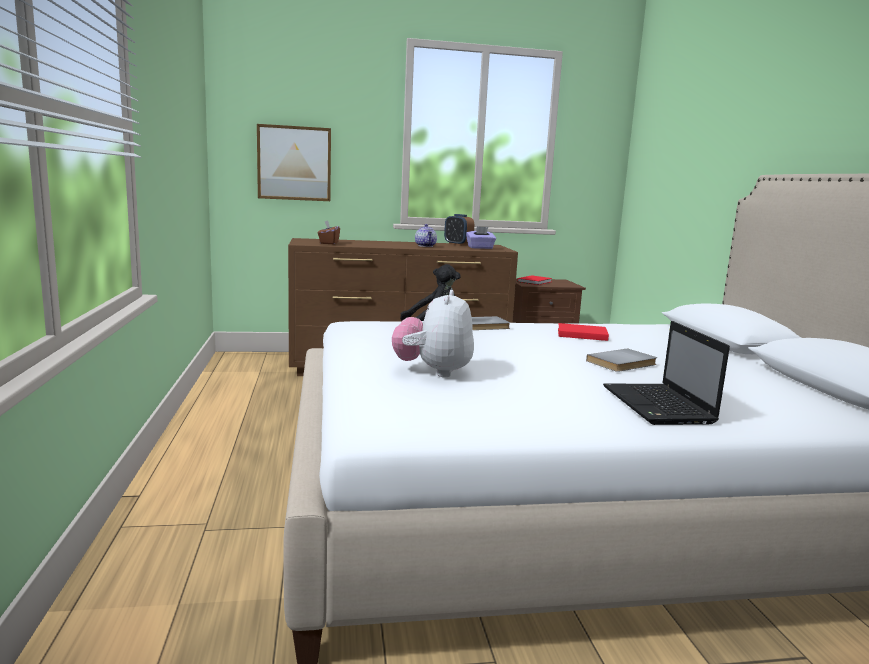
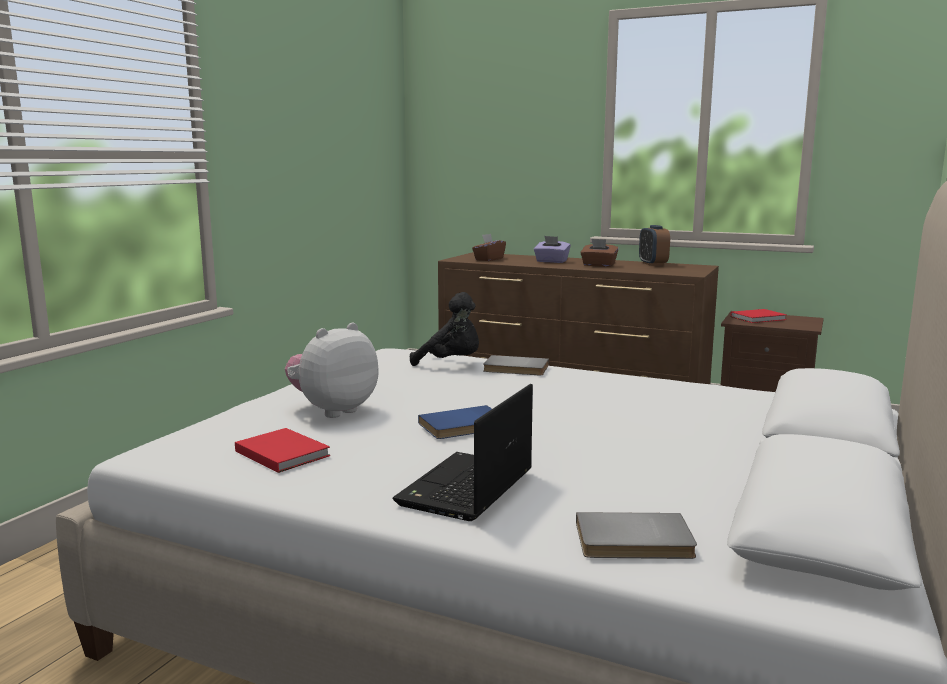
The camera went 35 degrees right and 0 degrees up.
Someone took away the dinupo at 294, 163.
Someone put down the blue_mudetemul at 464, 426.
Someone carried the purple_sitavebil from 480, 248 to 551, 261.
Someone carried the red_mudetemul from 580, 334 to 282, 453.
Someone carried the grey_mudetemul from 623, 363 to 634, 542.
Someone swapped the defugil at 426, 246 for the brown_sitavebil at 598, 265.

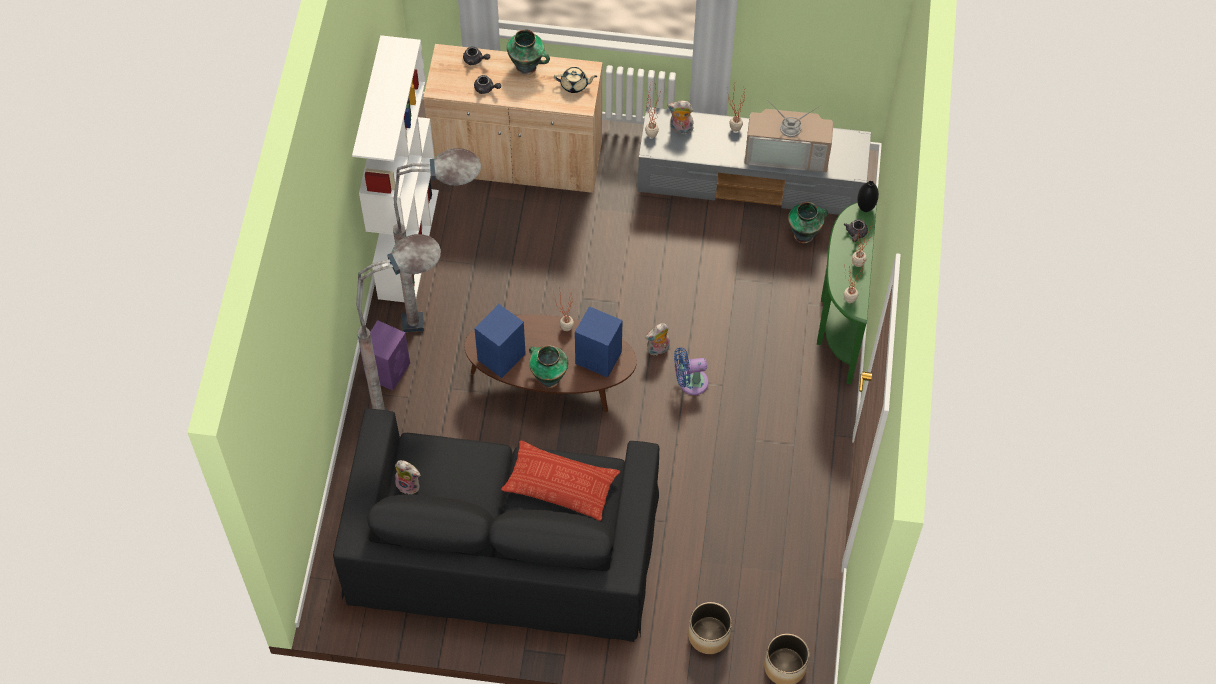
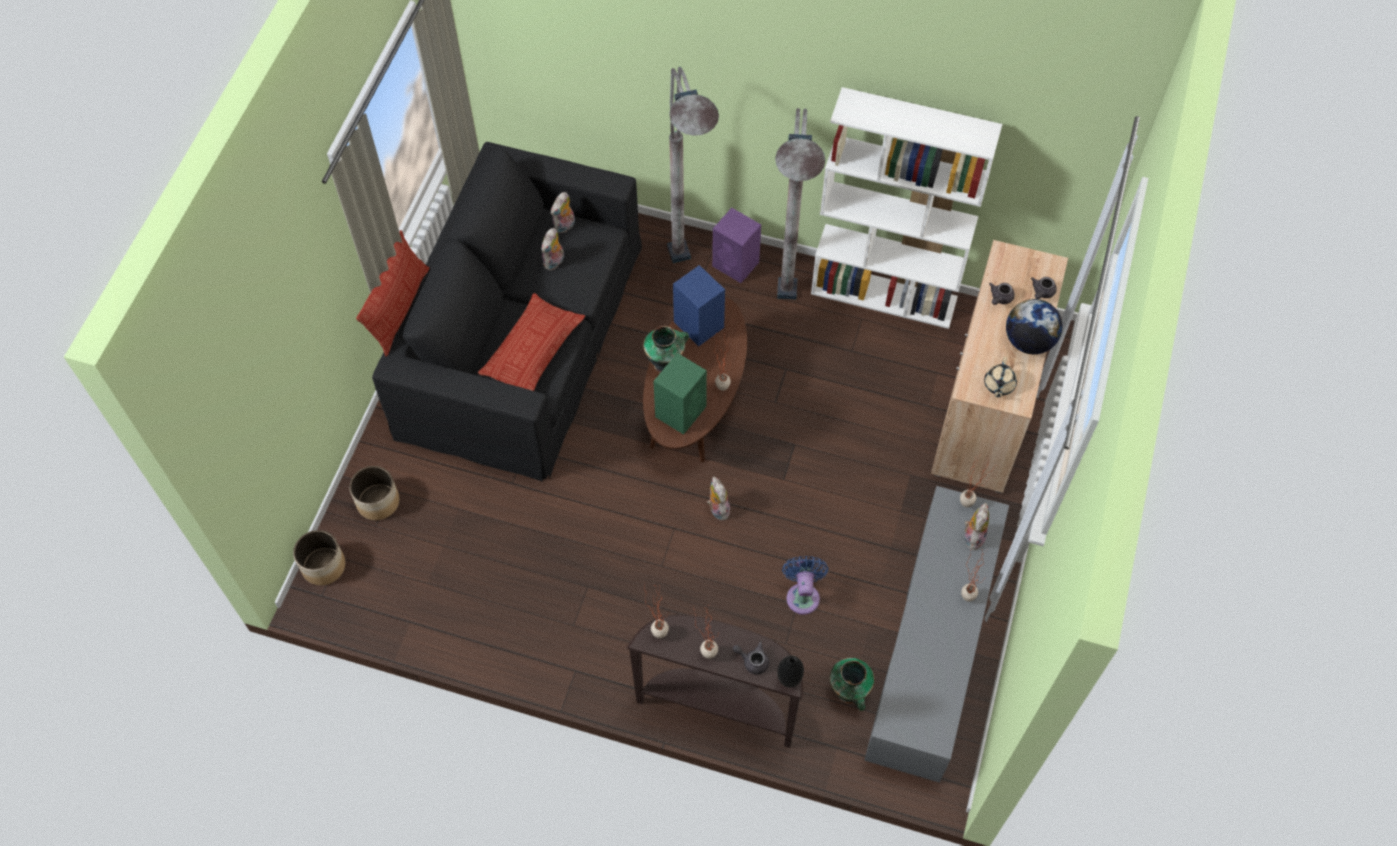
The camera went 100 degrees right and 0 degrees up.
Someone took away the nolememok at 787, 152.
Someone put down the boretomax at 400, 309.
Someone put down the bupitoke at 554, 262.
Someone carried the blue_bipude from 690, 382 to 803, 595.
Someone swapped the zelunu at 527, 67 for the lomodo at 1028, 341.
Someone repainted the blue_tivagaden at 597, 357, which became the green_tivagaden at 681, 411.
Someone repainted the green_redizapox at 838, 324, which became the brown_redizapox at 718, 705.

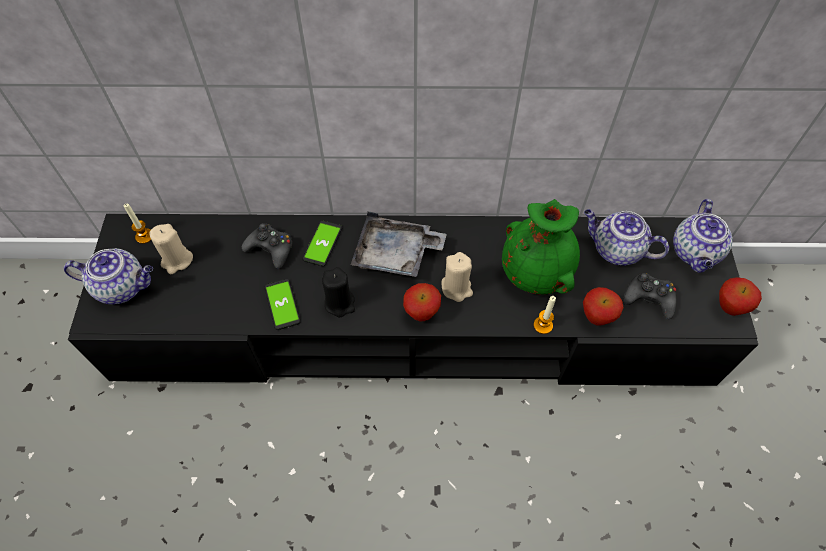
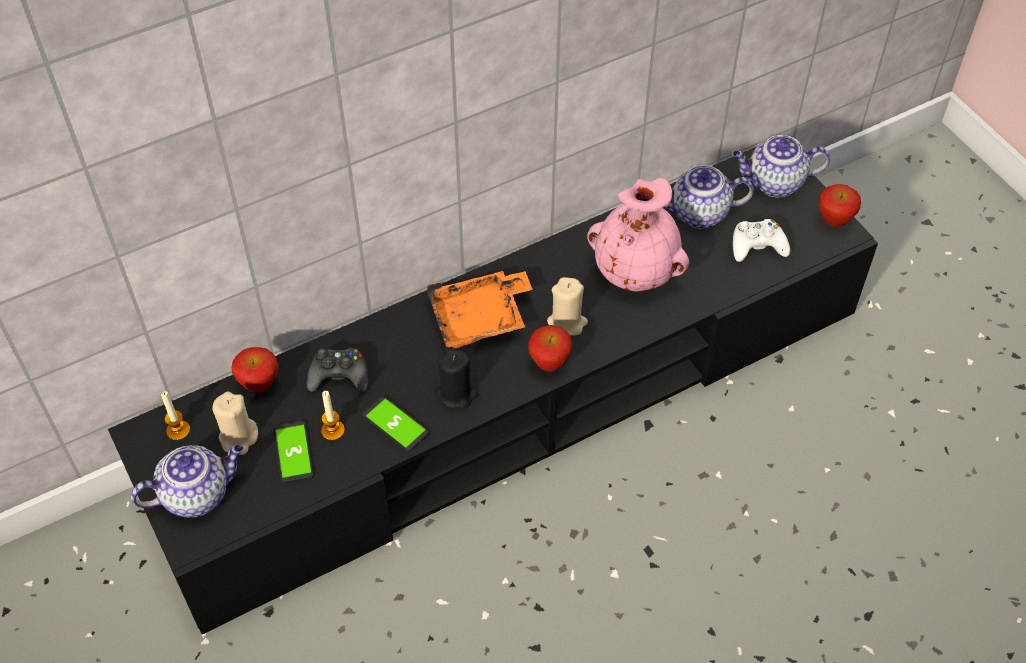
The camera went 30 degrees left and 5 degrees down.
Someone carried the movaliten from 322, 243 to 293, 452.
Someone carried the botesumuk from 543, 325 to 333, 430.
Someone carried the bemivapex from 596, 318 to 259, 385.
Someone repainted the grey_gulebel at 395, 254, which became the orange_gulebel at 480, 318.
Someone repainted the green_zelunu at 536, 273, which became the pink_zelunu at 636, 271.
Someone repainted the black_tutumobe at 648, 298, which became the white_tutumobe at 757, 246.
Someone rotated the defugil at 695, 253 by 105 degrees clockwise.

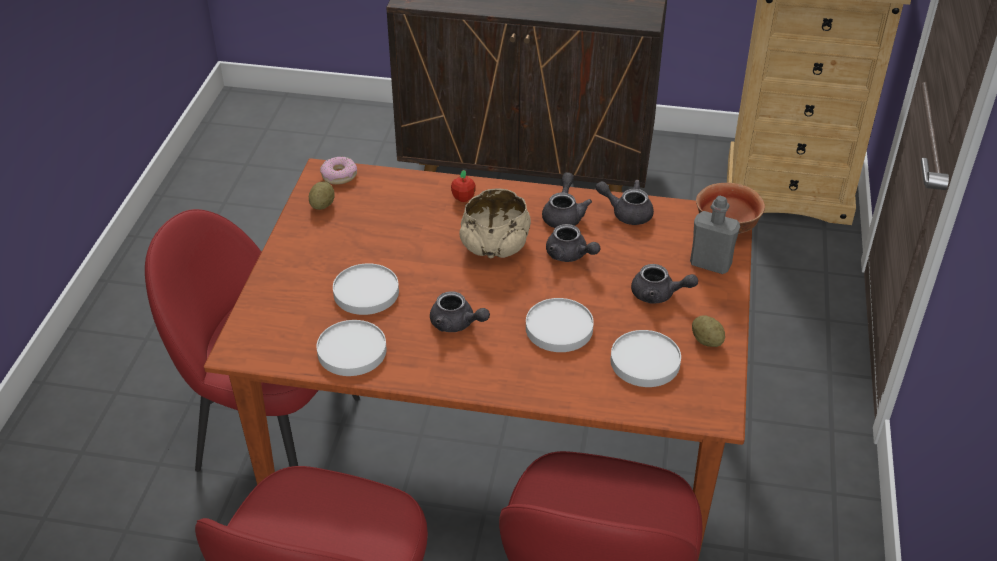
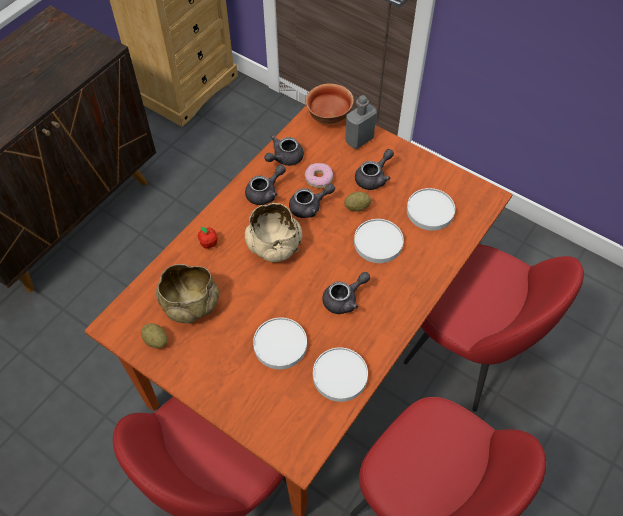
The camera went 65 degrees left and 15 degrees up.
Someone put down the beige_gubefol at 190, 304.
Someone carried the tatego from 339, 175 to 319, 178.
Someone carried the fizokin from 706, 341 to 357, 207.
Someone rotated the grey_defugil at 564, 215 by 105 degrees clockwise.

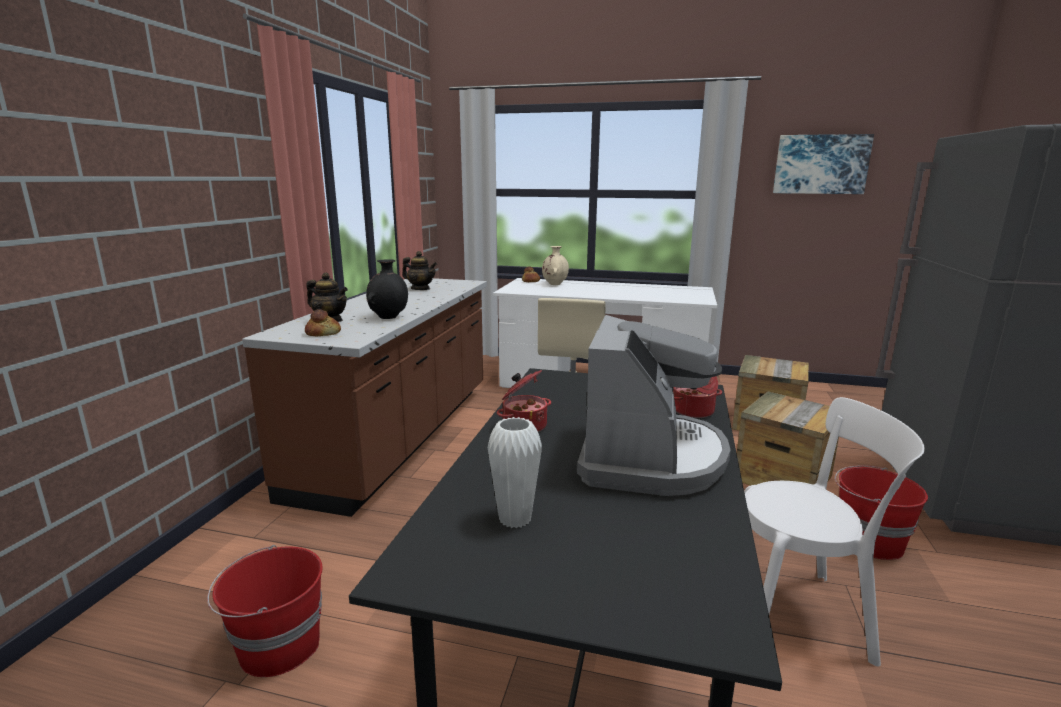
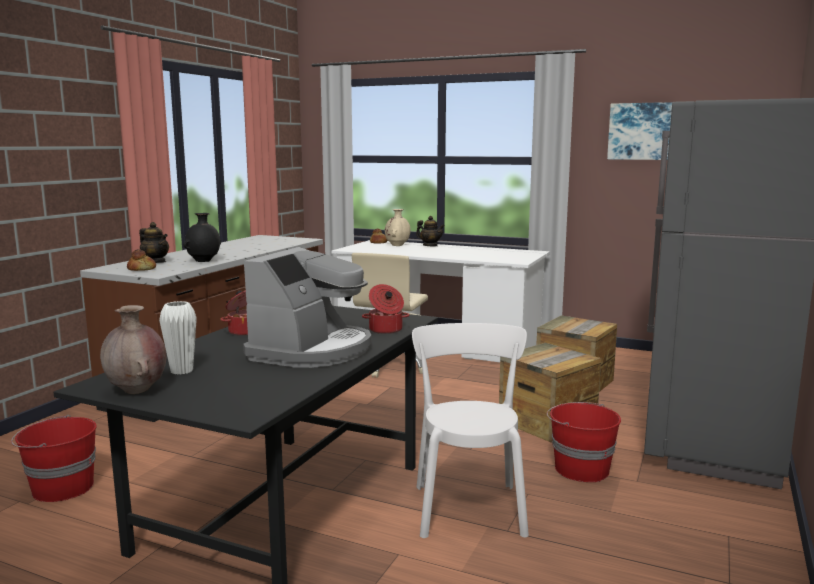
The camera went 10 degrees right and 5 degrees down.
Someone put down the brown_zelunu at 137, 391.
Someone carried the defugil from 420, 289 to 430, 246.
Someone rotated the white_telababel at 799, 613 by 105 degrees counterclockwise.

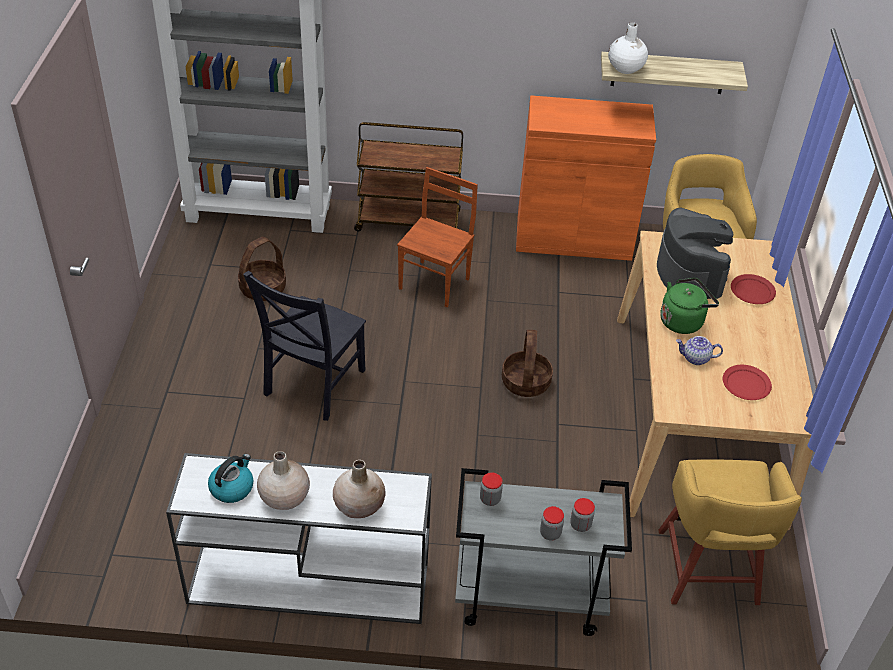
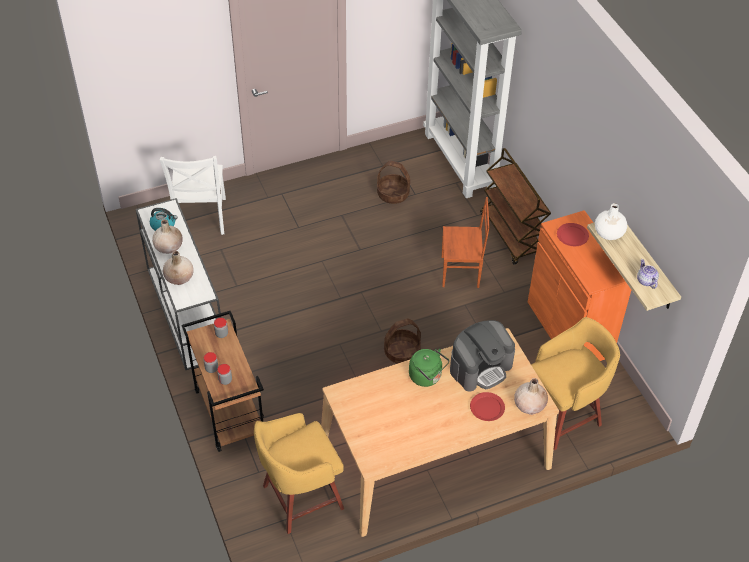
The camera went 65 degrees right and 5 degrees up.
Someone took away the black_telababel at 312, 385.
Someone put down the white_telababel at 200, 218.
Someone put down the beige_zelunu at 529, 405.
Someone carried the defugil from 695, 358 to 646, 280.
Someone carried the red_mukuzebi from 746, 384 to 572, 236.
Someone repainted the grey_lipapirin at 528, 598, which became the brown_lipapirin at 228, 412.

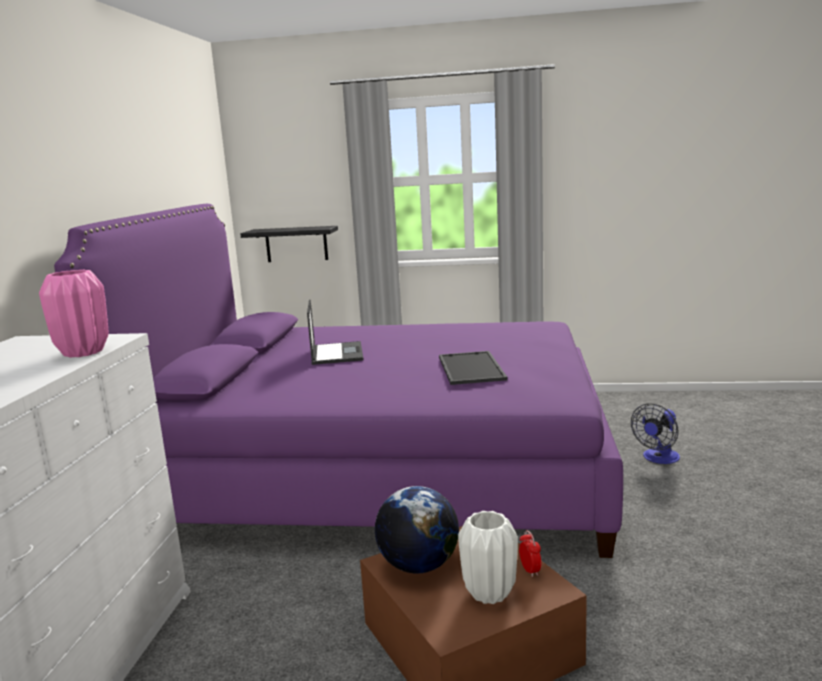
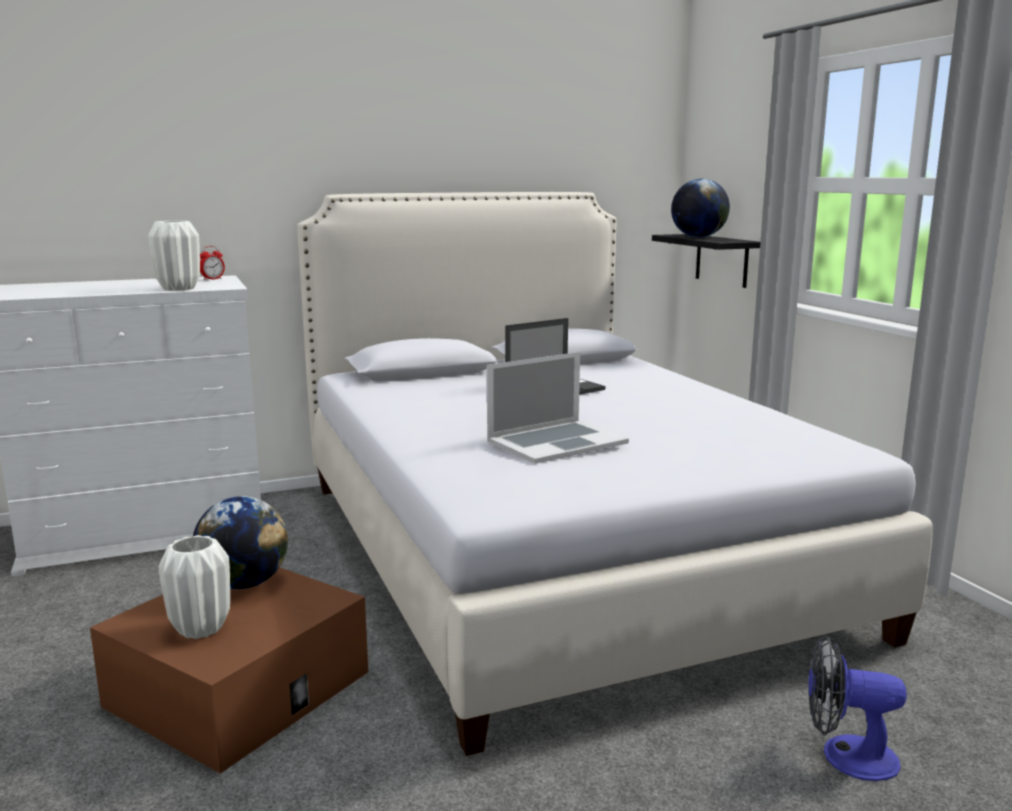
The camera went 60 degrees right and 0 degrees up.
Someone put down the lomodo at 698, 237.
Someone carried the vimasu from 530, 570 to 212, 279.
Someone swapped the gulebel at 469, 368 for the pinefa at 556, 442.
Someone repainted the pink_zelunu at 83, 352, which became the white_zelunu at 179, 288.
Someone repainted the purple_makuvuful at 379, 472, which became the white_makuvuful at 554, 552.

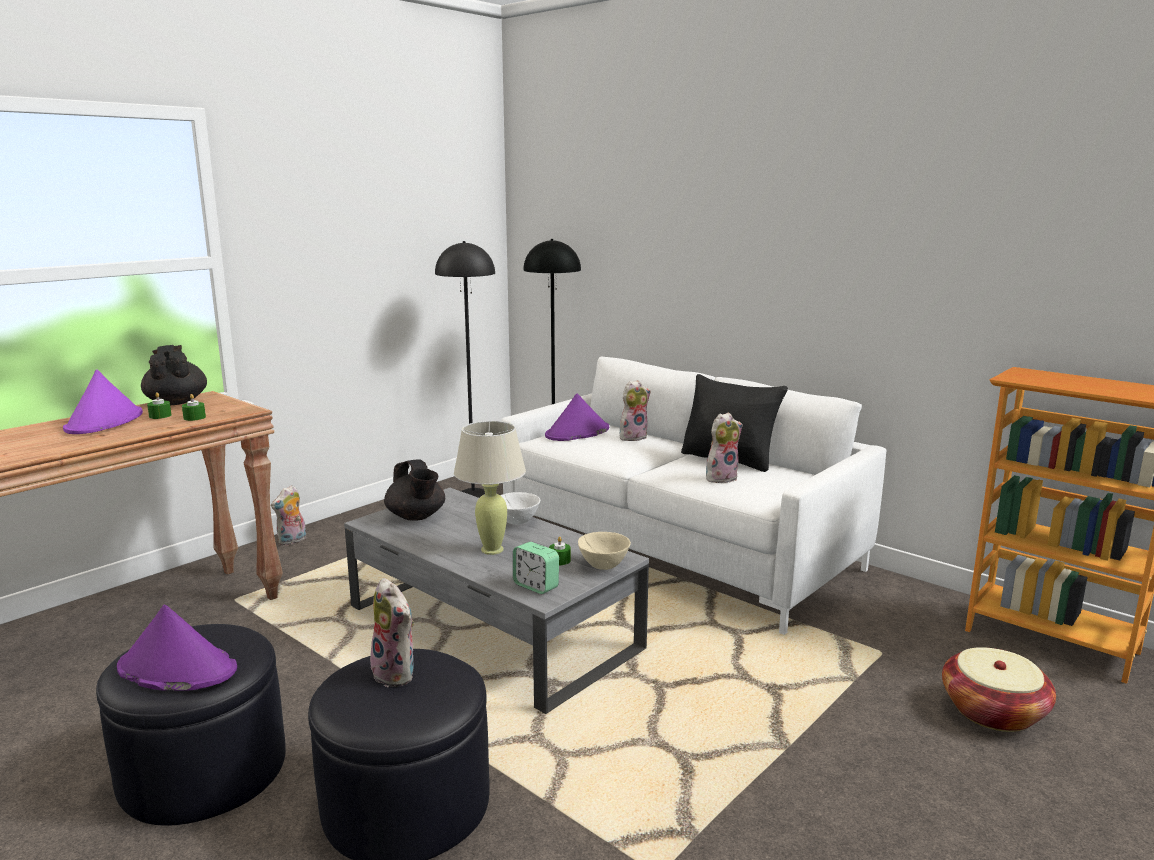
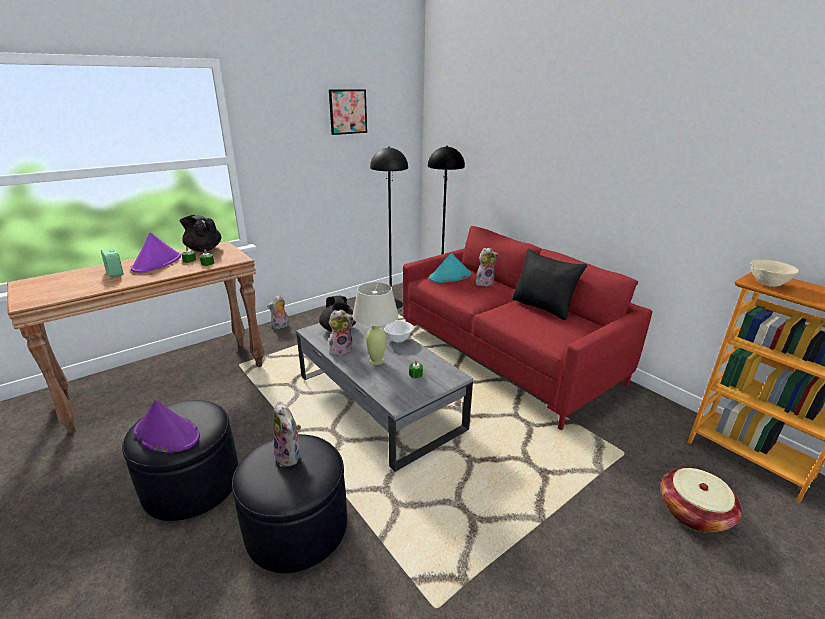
The camera went 10 degrees right and 10 degrees up.
Someone put up the dinupo at 348, 111.
Someone carried the vimasu from 536, 586 to 115, 273.
Someone carried the beige_gubefol from 603, 566 to 767, 284.
Someone carried the bupitoke from 721, 477 to 341, 350.
Someone repainted the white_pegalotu at 678, 550, which became the red_pegalotu at 506, 356.
Someone repainted the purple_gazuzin at 577, 433, which became the turquoise_gazuzin at 450, 276.
Someone rotated the black_defugil at 176, 402 by 45 degrees counterclockwise.

